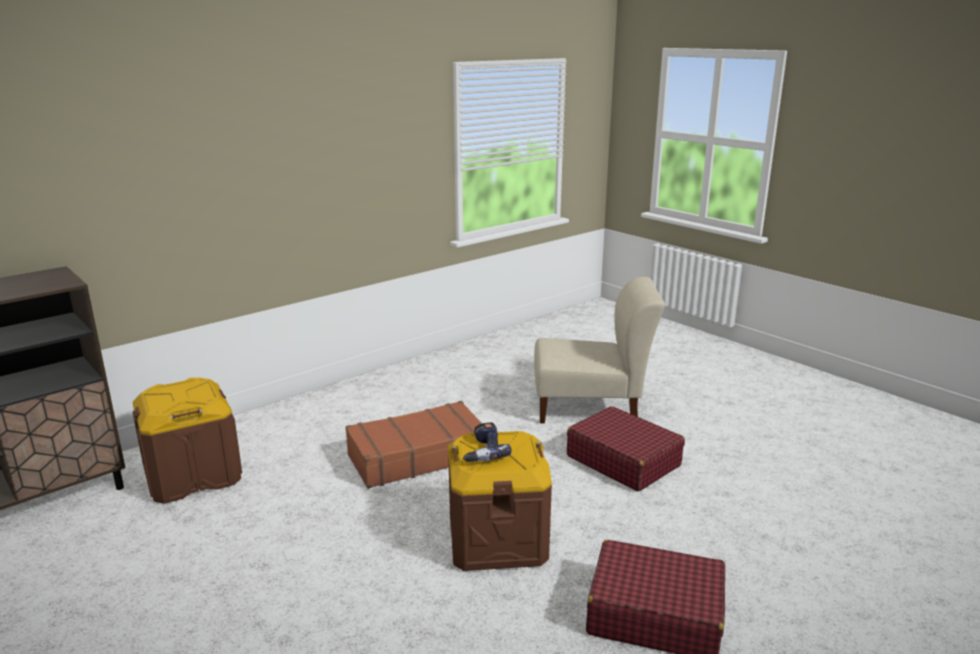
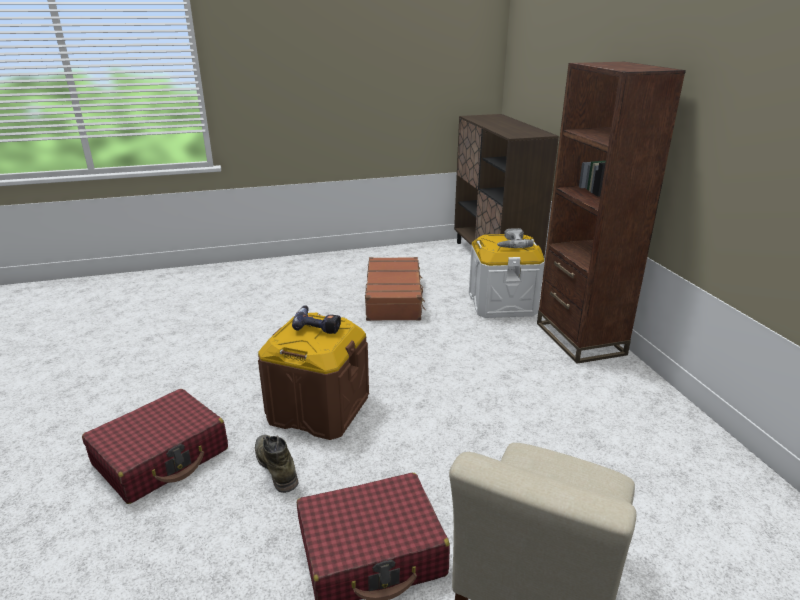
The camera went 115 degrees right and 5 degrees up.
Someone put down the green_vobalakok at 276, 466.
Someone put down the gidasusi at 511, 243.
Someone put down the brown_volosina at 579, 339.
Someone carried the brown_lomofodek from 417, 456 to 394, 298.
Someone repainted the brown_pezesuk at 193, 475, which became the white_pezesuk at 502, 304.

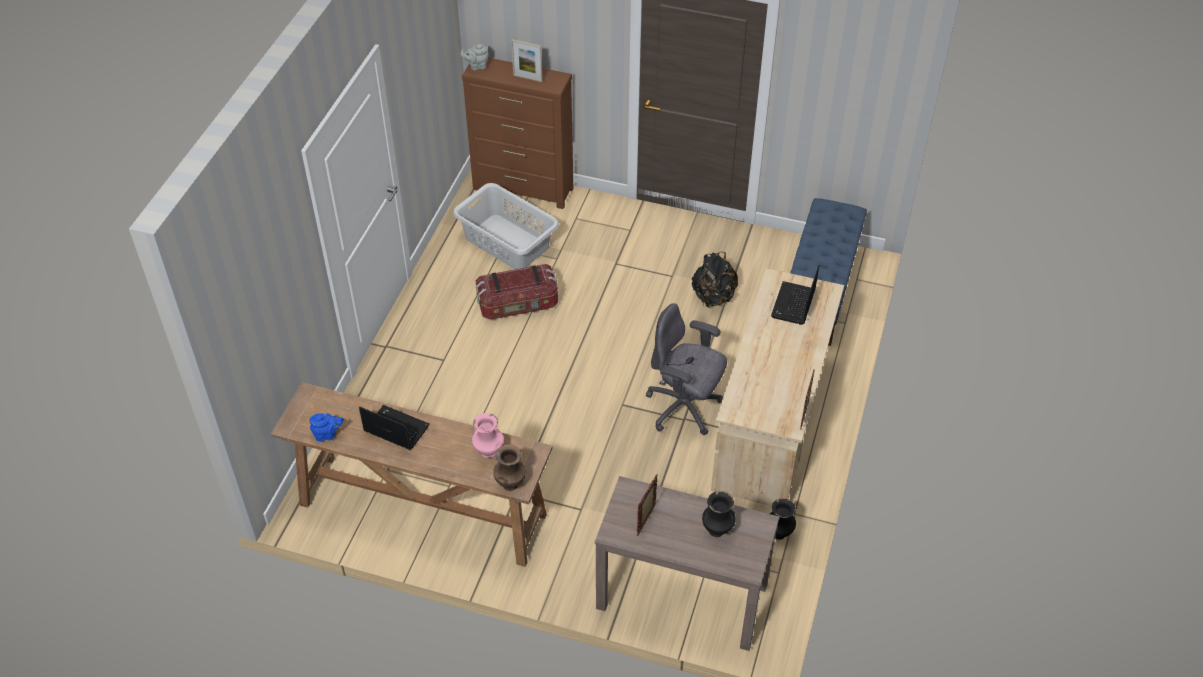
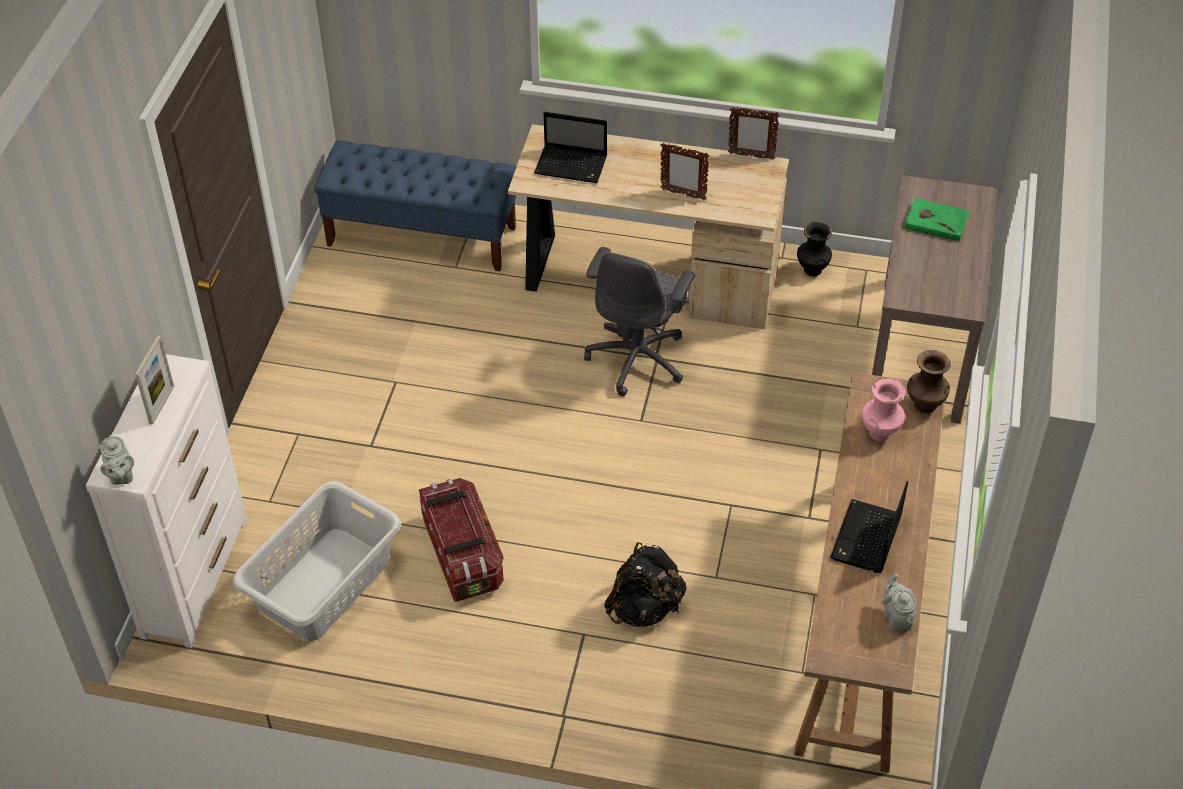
The camera went 95 degrees left and 0 degrees up.
Someone carried the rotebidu from 646, 520 to 683, 194.
Someone carried the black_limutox from 713, 297 to 644, 608.
Someone swapped the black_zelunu at 717, 530 for the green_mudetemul at 935, 221.
Someone repainted the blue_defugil at 328, 435, which became the grey_defugil at 897, 617.
Someone repainted the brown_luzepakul at 524, 189, which became the white_luzepakul at 195, 576.

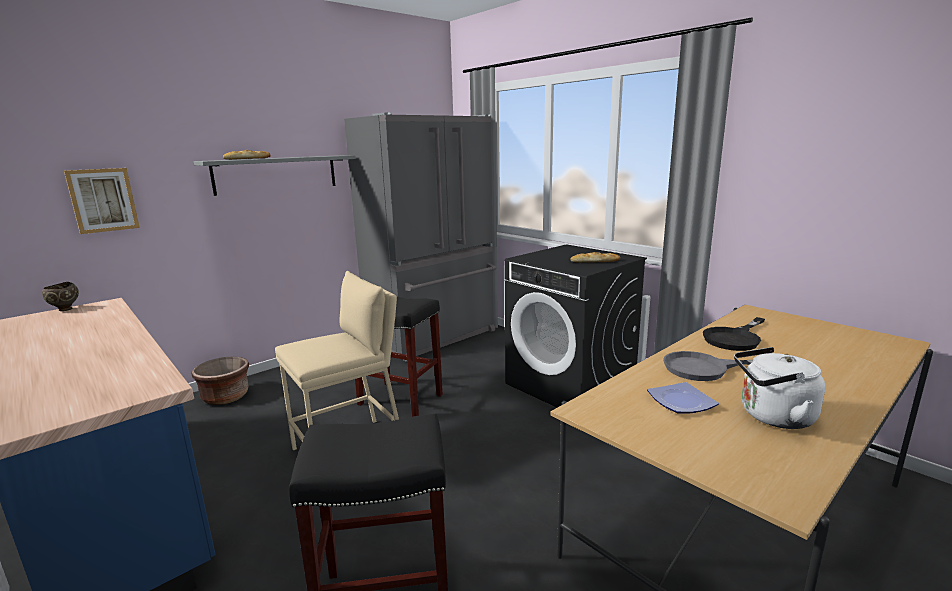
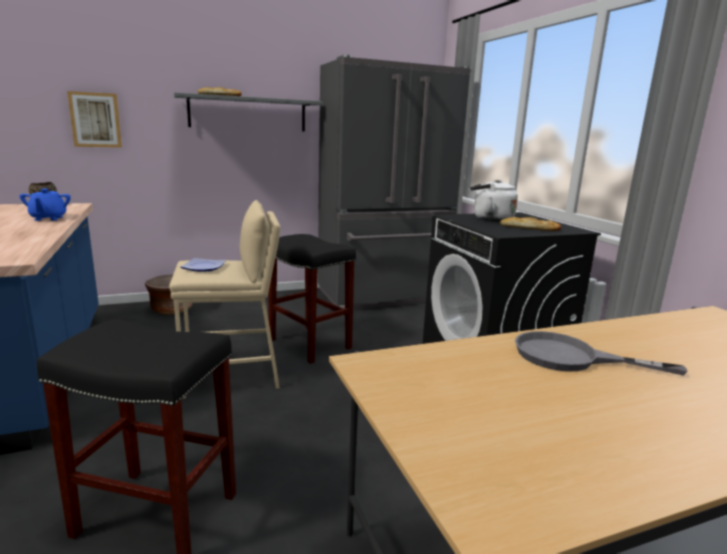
The camera went 20 degrees right and 0 degrees up.
Someone took away the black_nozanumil at 735, 338.
Someone put down the blue_defugil at 48, 218.
Someone carried the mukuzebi from 681, 401 to 204, 267.
Someone carried the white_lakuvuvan from 772, 416 to 490, 219.

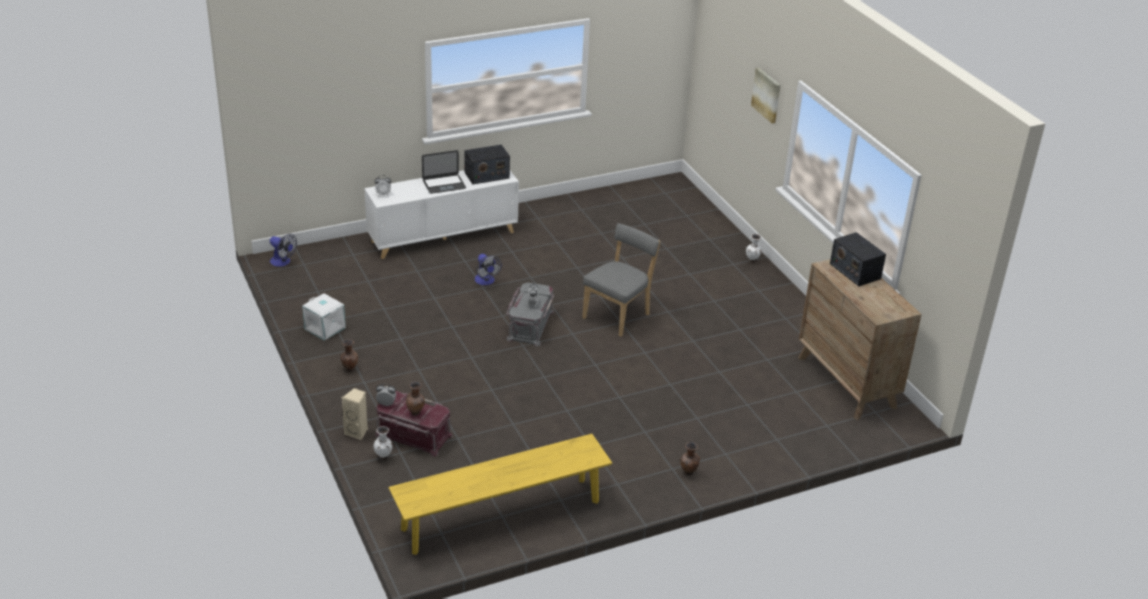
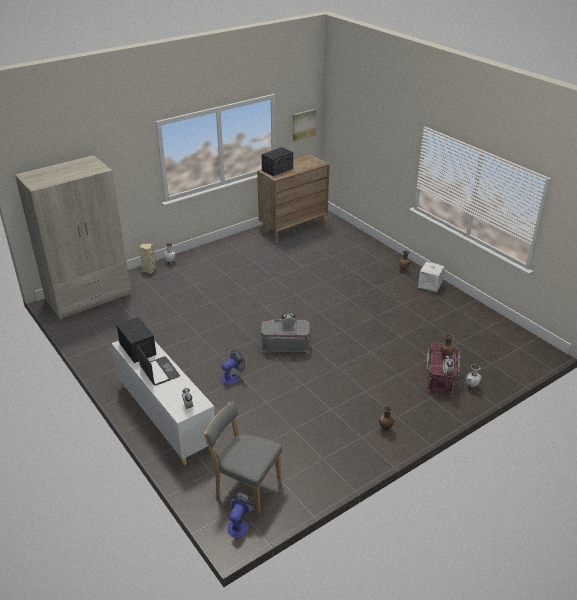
The camera went 100 degrees left and 0 degrees up.
Someone took away the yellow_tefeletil at 501, 515.
Someone put down the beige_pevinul at 89, 297.
Someone carried the white_pezesuk from 325, 328 to 429, 285.
Someone carried the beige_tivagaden from 357, 432 to 149, 270.
Someone carried the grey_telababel from 618, 315 to 245, 486.
Someone carried the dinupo from 767, 95 to 303, 124.

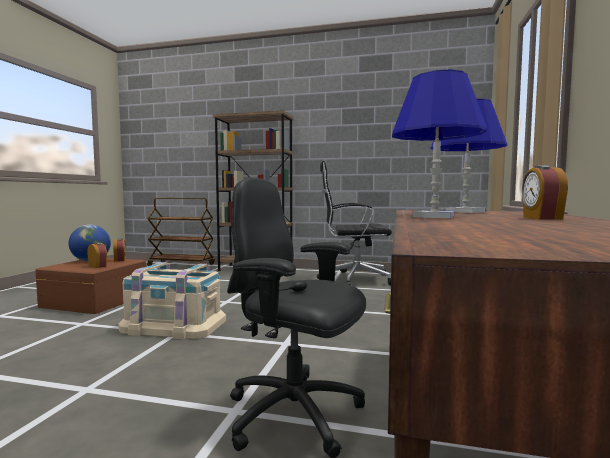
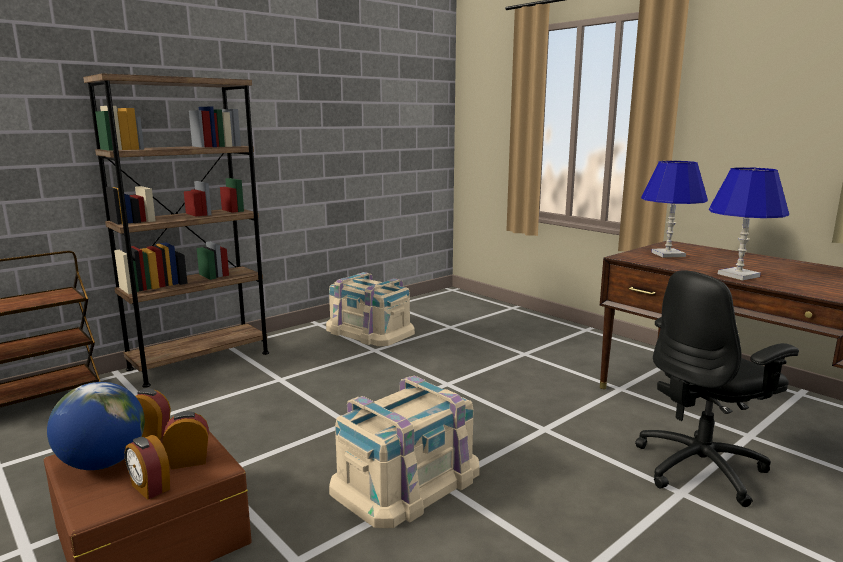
The camera went 55 degrees left and 10 degrees up.
Someone carried the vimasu from 541, 218 to 149, 488.
Someone swapped the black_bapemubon at 353, 279 for the beige_pezesuk at 369, 331.

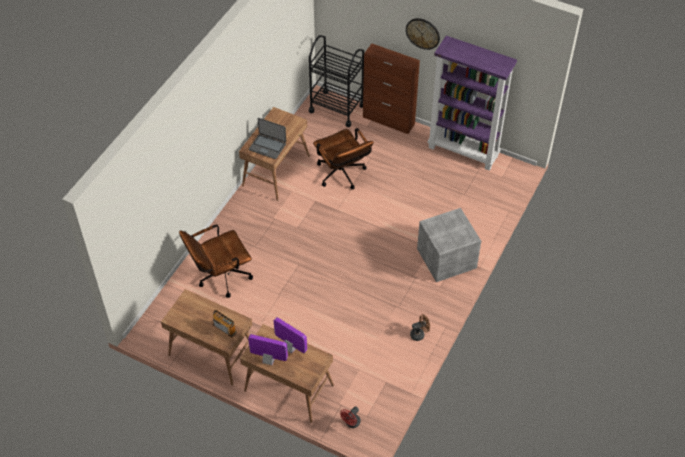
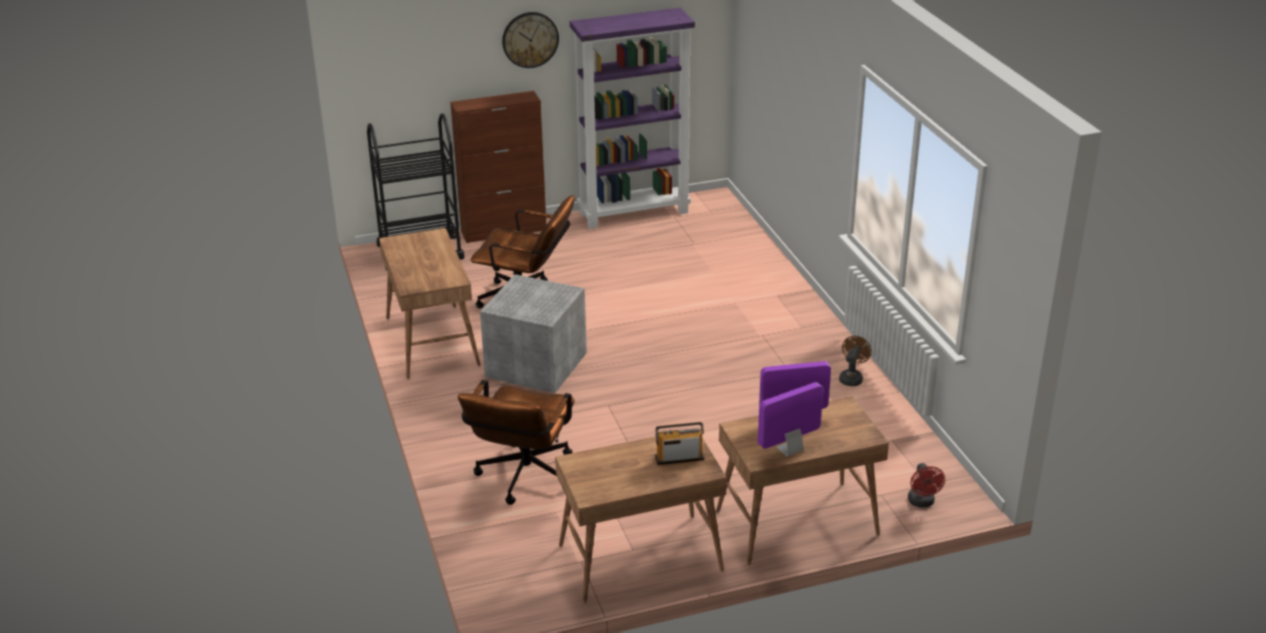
The camera went 45 degrees left and 20 degrees down.
Someone took away the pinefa at 267, 146.
Someone carried the grey_pezesuk from 445, 258 to 534, 365.

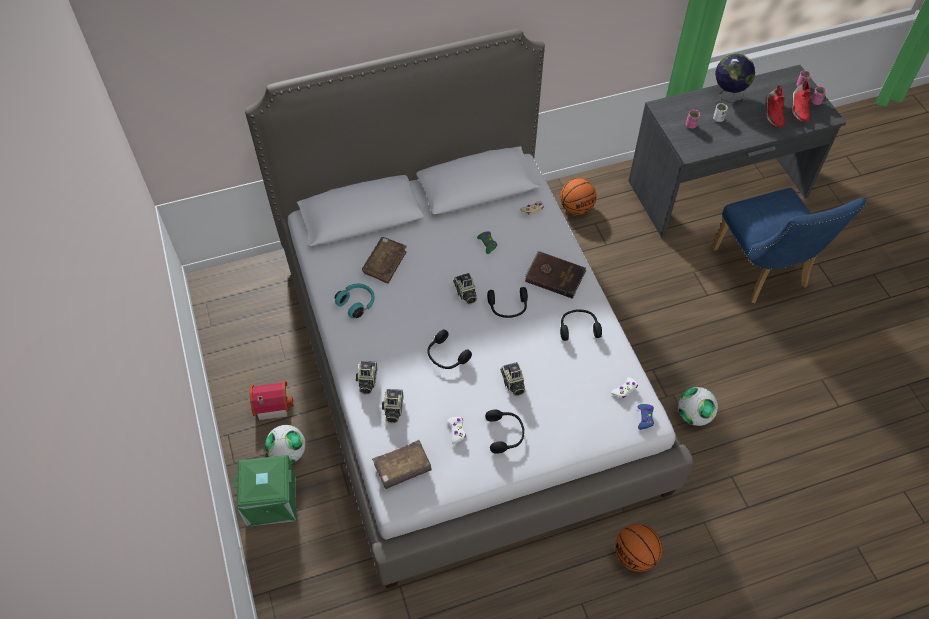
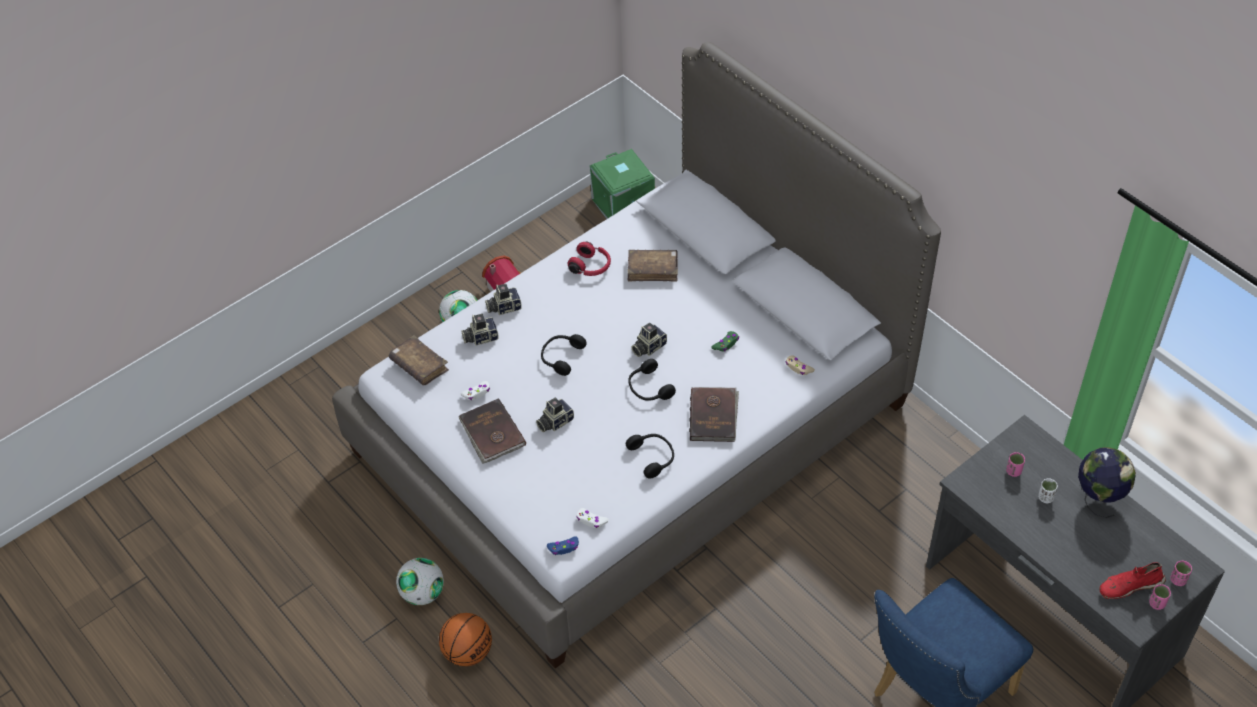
The camera went 70 degrees right and 5 degrees down.
Someone took away the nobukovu at 576, 208.
Someone took away the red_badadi at 773, 113.
Someone carried the green_pezesuk from 271, 502 to 622, 205.
Someone carried the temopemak from 694, 415 to 422, 593.
Someone swapped the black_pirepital at 505, 434 for the brown_mudetemul at 491, 433.
Someone repainted the turquoise_pirepital at 357, 303, which became the red_pirepital at 591, 266.

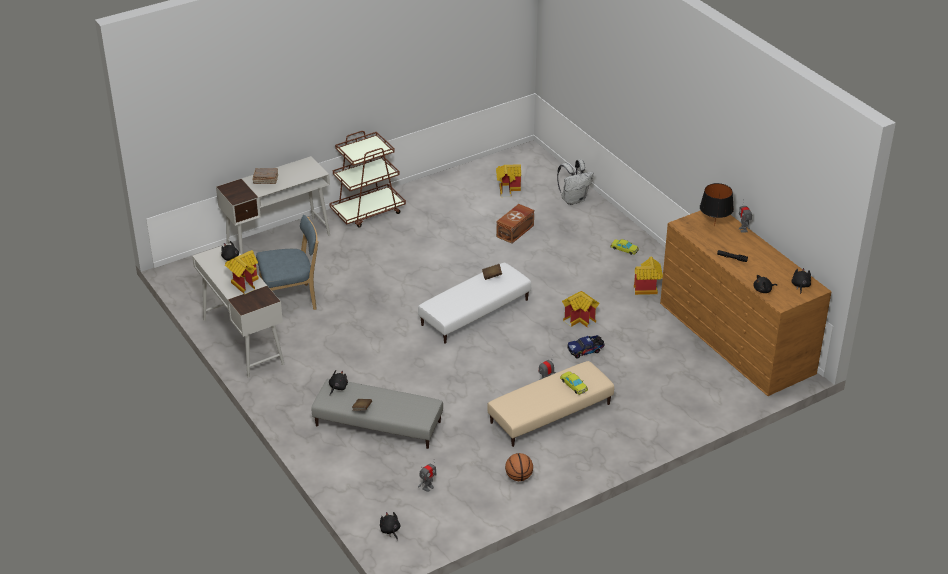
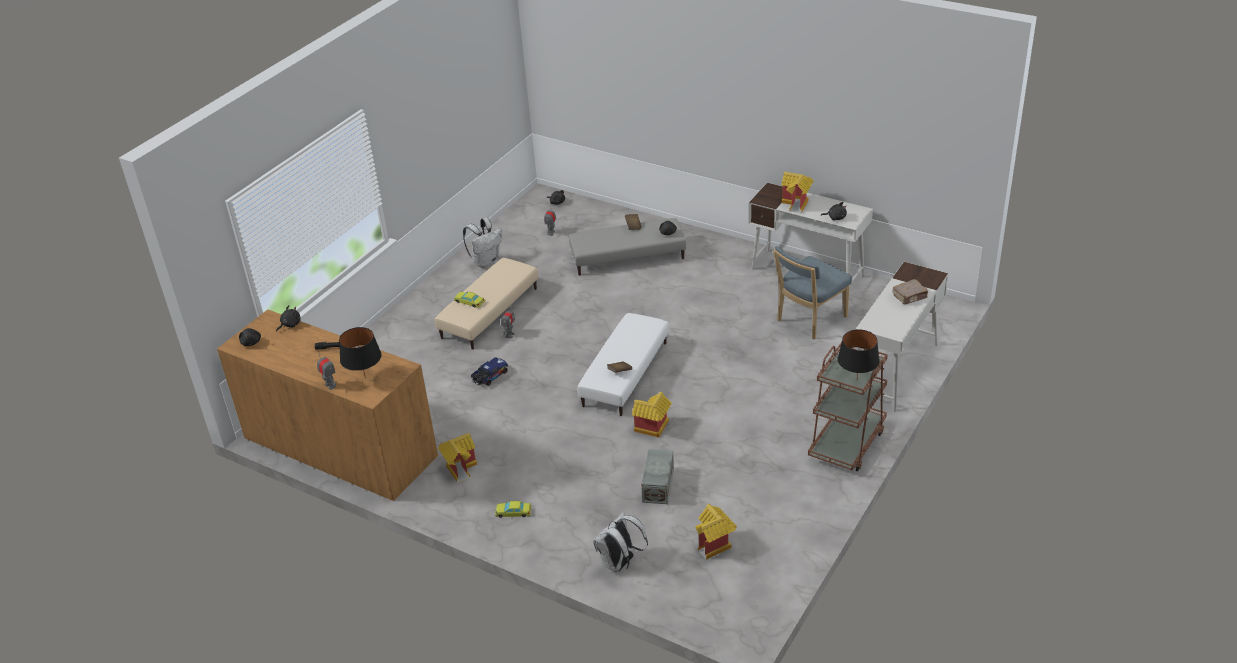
The camera went 155 degrees right and 0 degrees up.
Someone put down the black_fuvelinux at 857, 381.
Someone carried the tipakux from 580, 319 to 652, 429.
Someone swapped the nobukovu at 518, 477 for the white_limutox at 486, 261.
Someone repainted the brown_pezesuk at 516, 231, which became the grey_pezesuk at 657, 485.

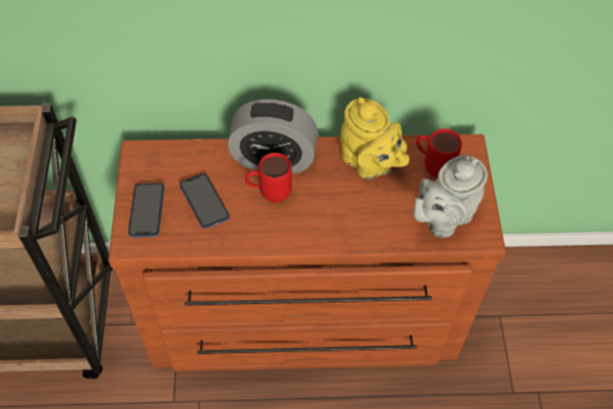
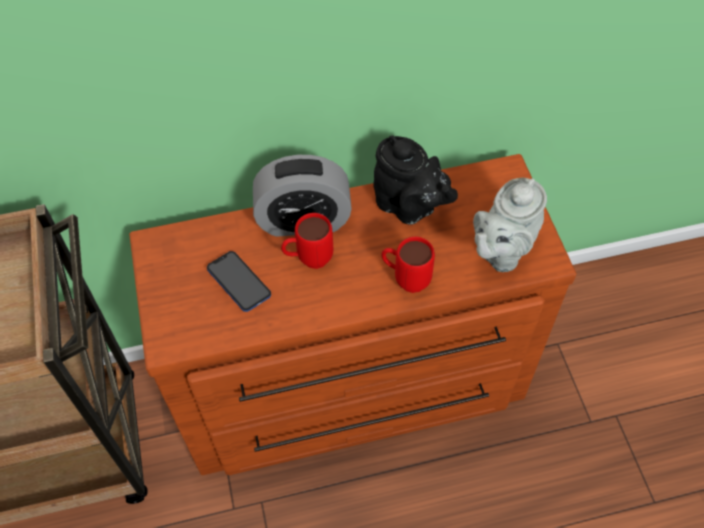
The camera went 10 degrees left and 0 degrees up.
Someone took away the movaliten at 147, 211.
Someone carried the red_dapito from 432, 166 to 405, 279.
Someone repainted the yellow_defugil at 369, 164, which became the black_defugil at 409, 207.

